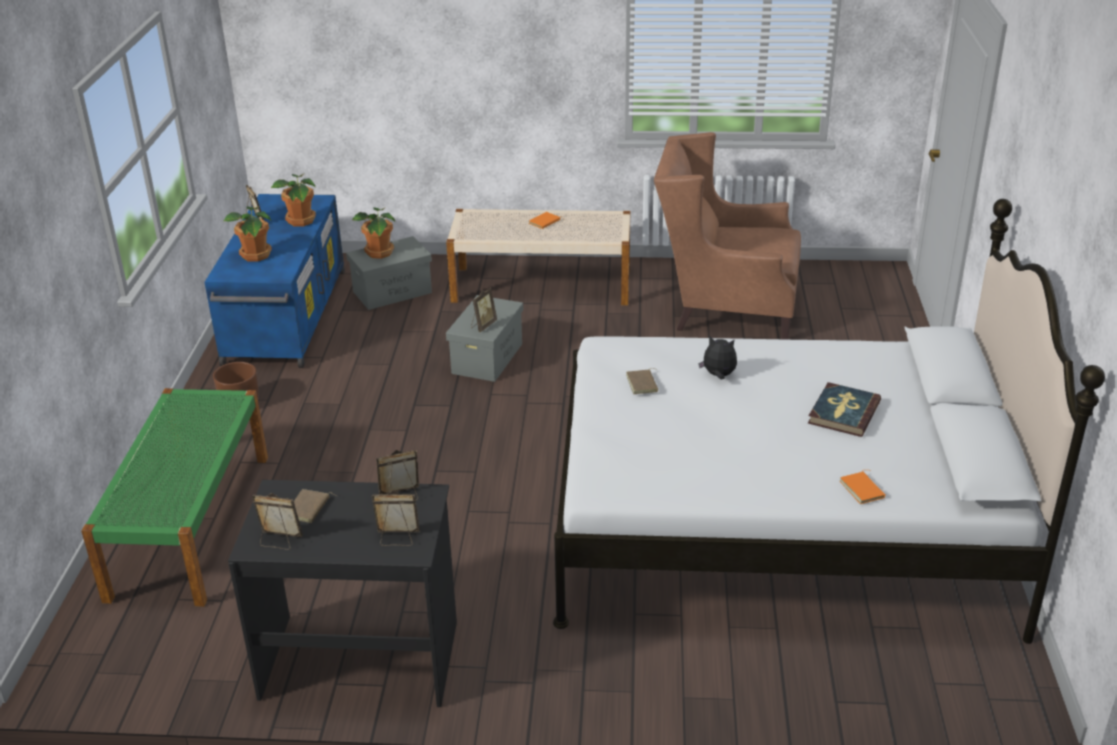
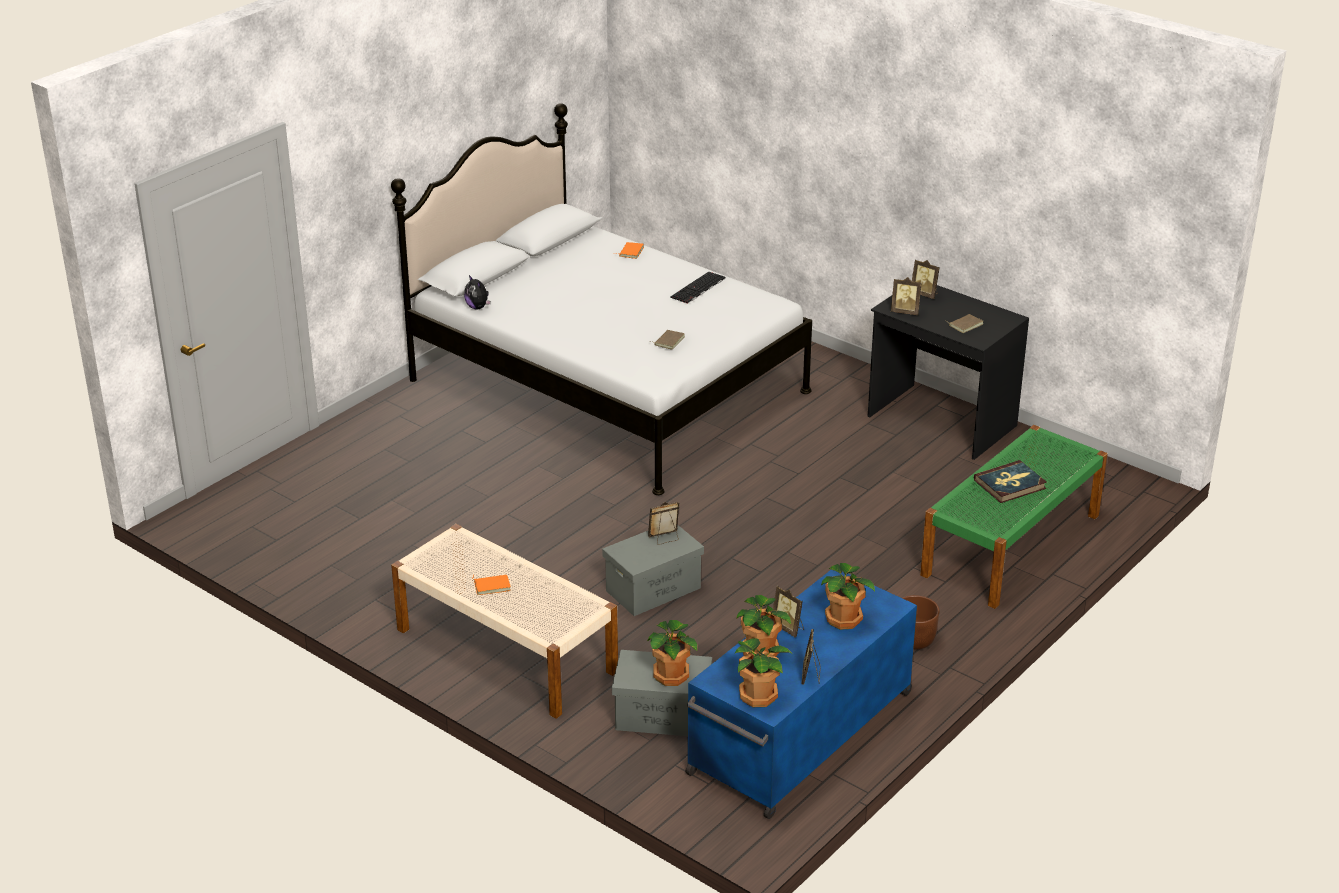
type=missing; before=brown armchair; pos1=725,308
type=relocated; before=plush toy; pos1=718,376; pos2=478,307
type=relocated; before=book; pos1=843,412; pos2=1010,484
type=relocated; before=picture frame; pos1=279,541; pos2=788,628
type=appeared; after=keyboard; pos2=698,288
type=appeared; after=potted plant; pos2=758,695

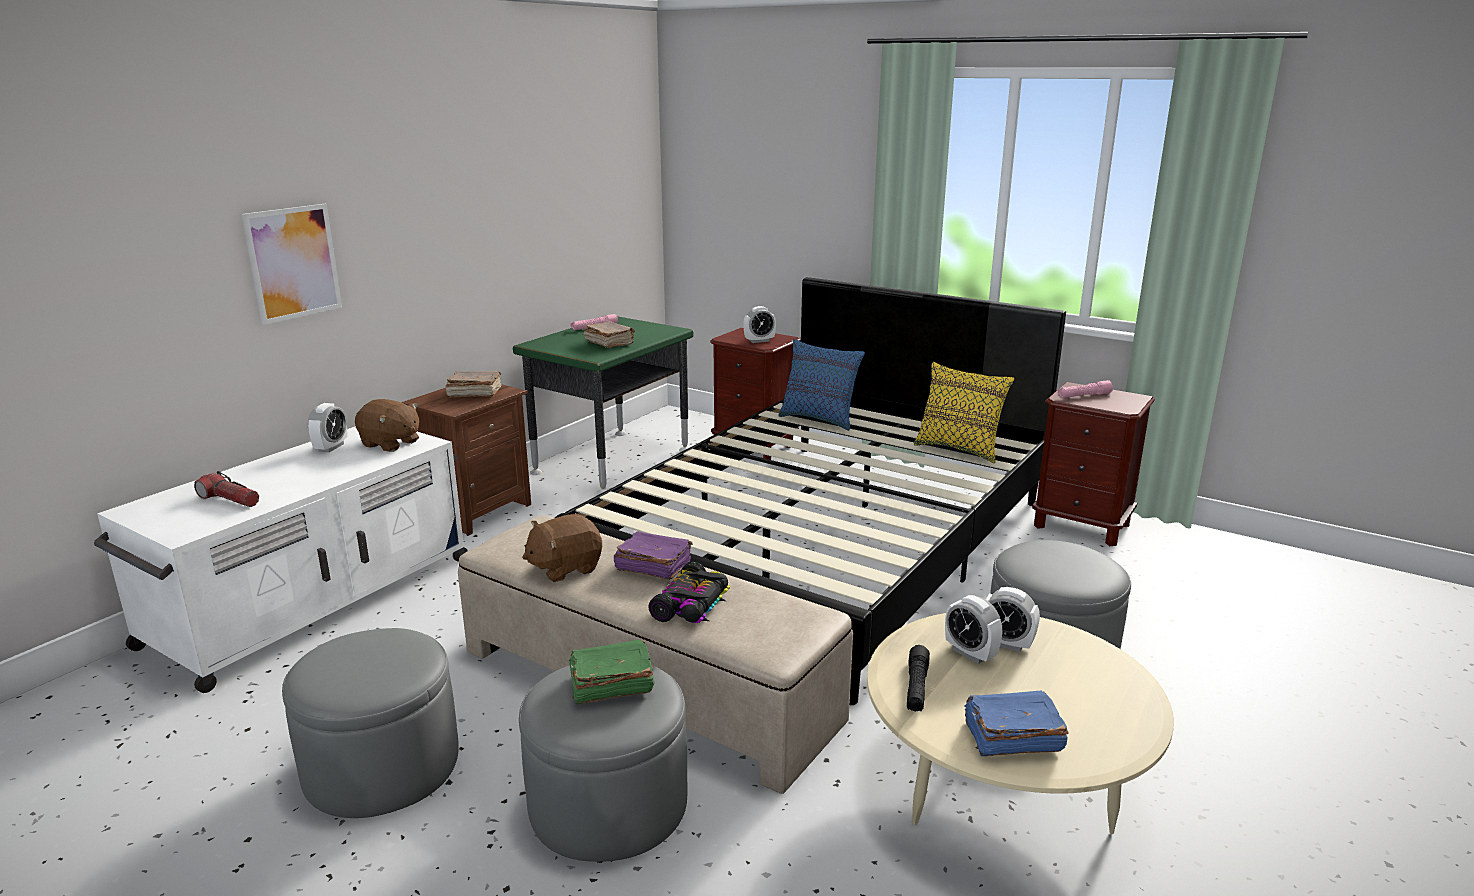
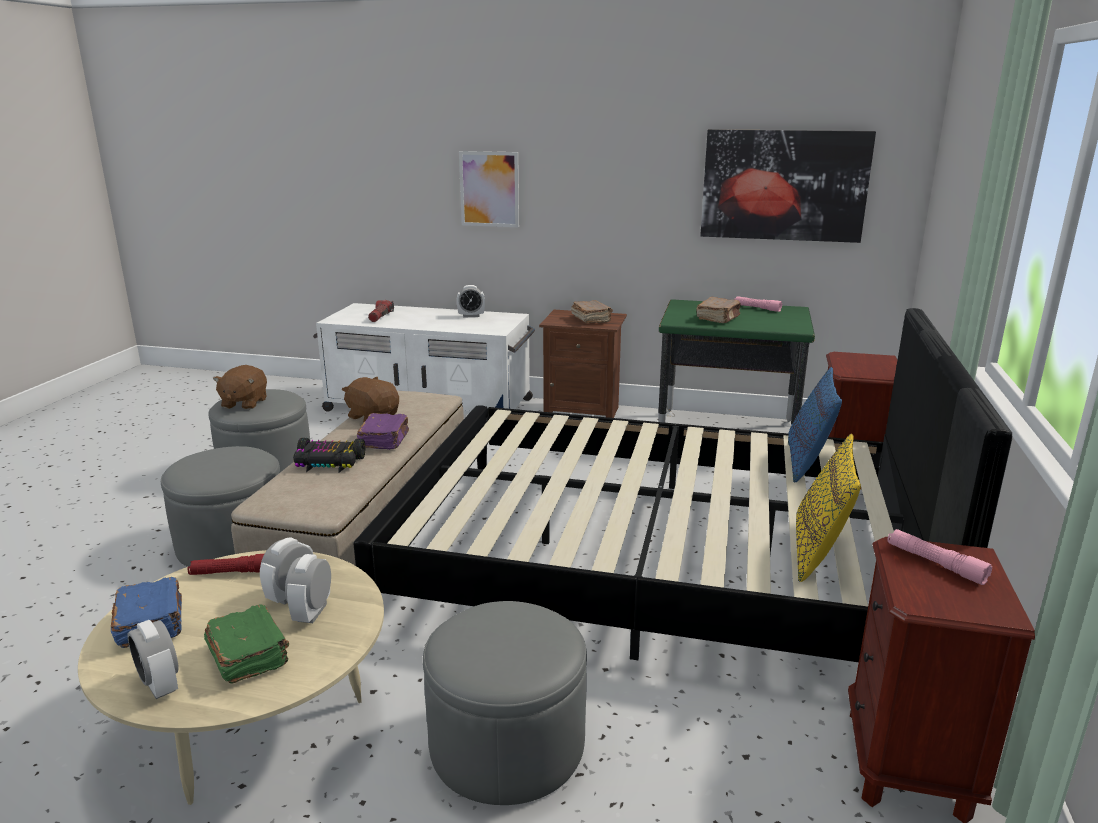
type=relocated; before=alarm clock; pos1=759,341; pos2=160,685
type=relocated; before=brown plush toy; pos1=390,443; pos2=244,403
type=relocated; before=green book; pos1=610,685; pos2=249,656
type=colour; before=black flashlight; after=red flashlight; pos1=916,687; pos2=233,572
type=appeared; after=picture; pos2=784,185

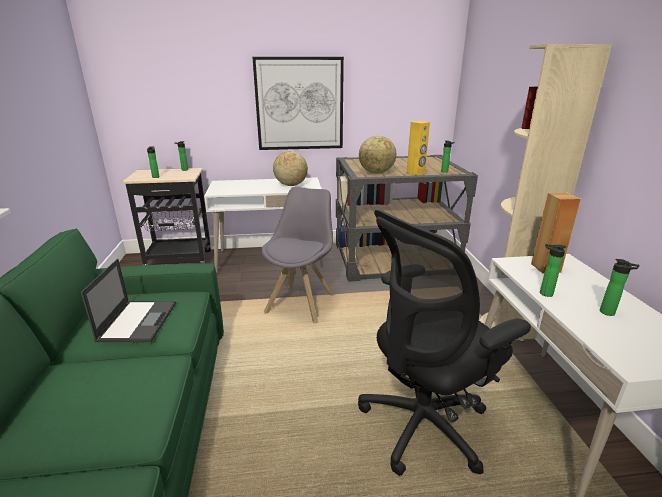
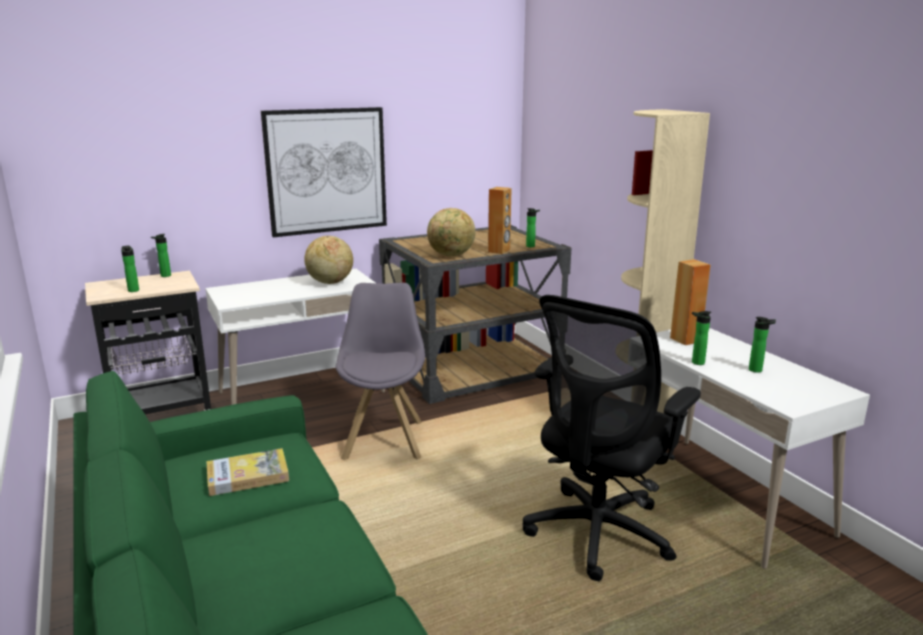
type=colour; before=yellow speaker; after=brown speaker; pos1=416,173; pos2=499,251
type=exchanged; before=laptop; after=book; pos1=138,321; pos2=247,475

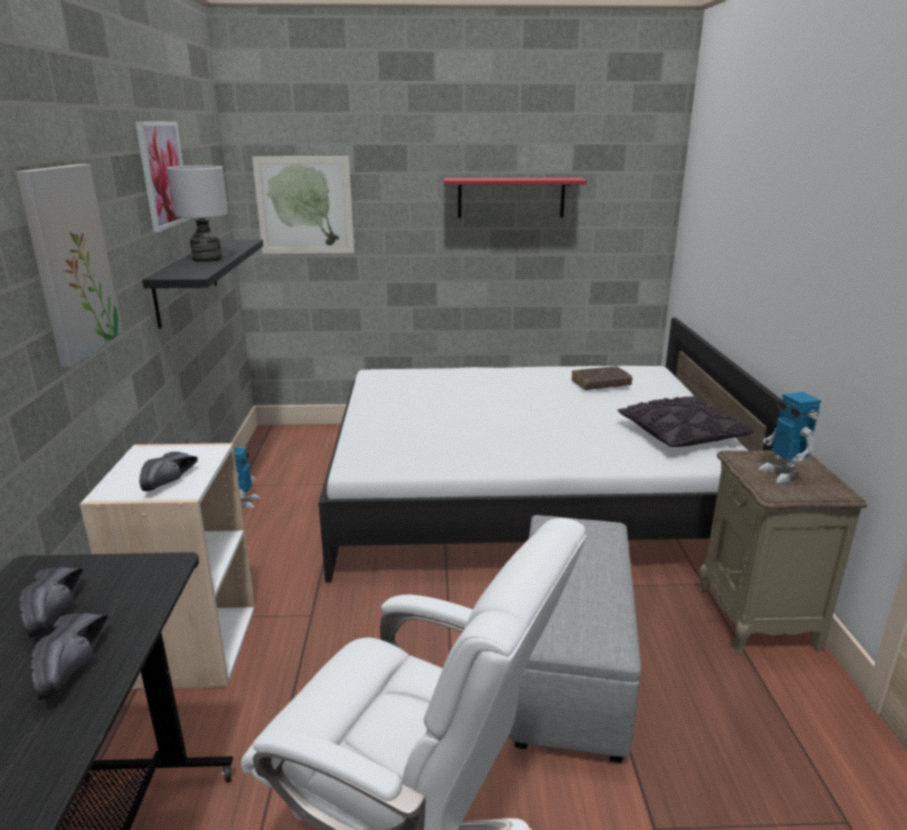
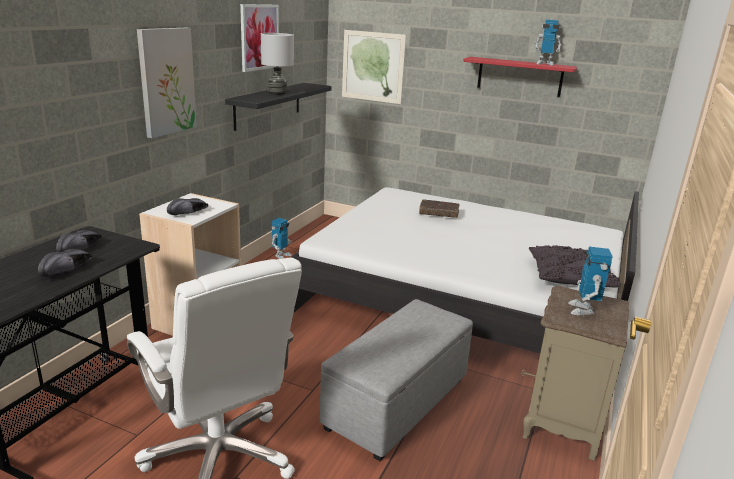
type=relocated; before=brown book; pos1=600,384; pos2=438,213
type=appeared; after=toy robot; pos2=544,64

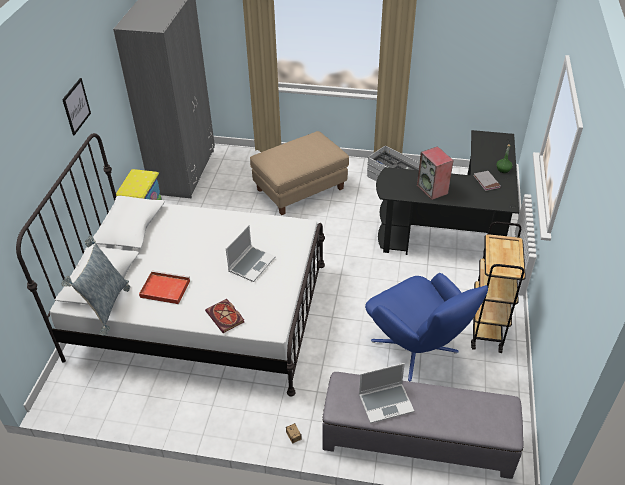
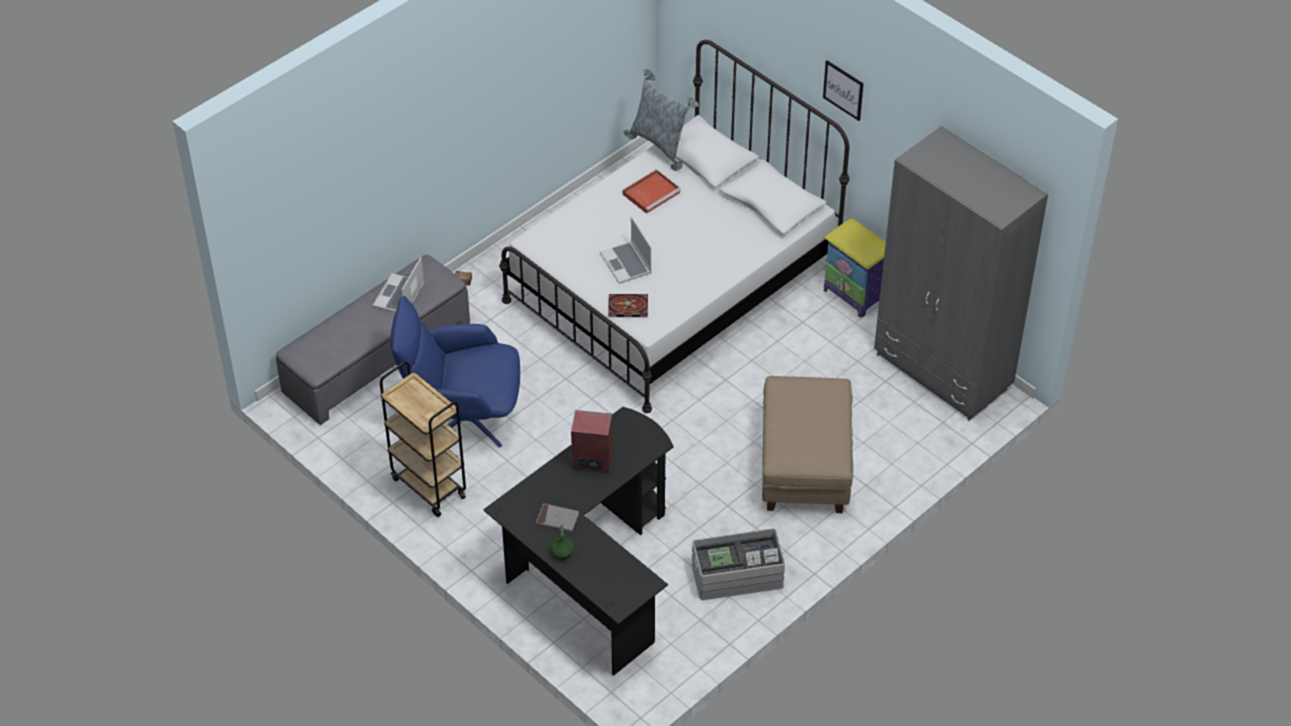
type=relocated; before=book; pos1=226,317; pos2=627,307

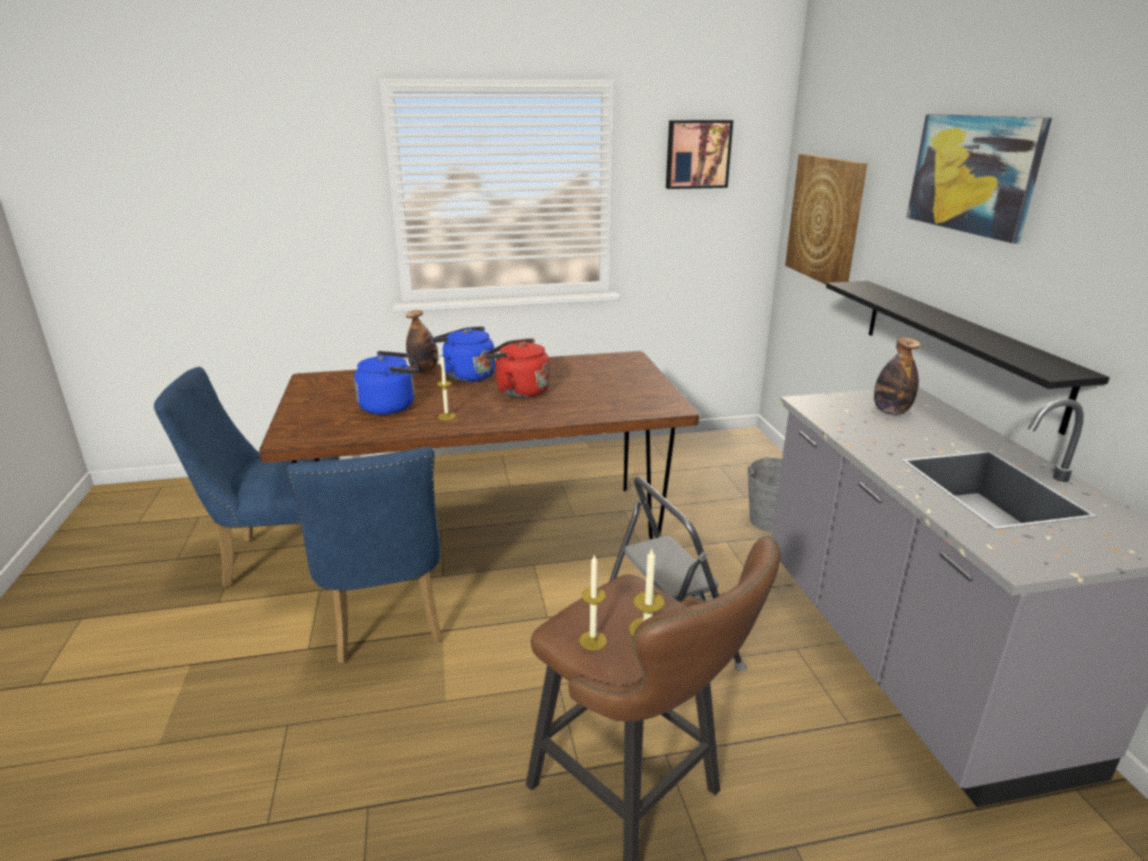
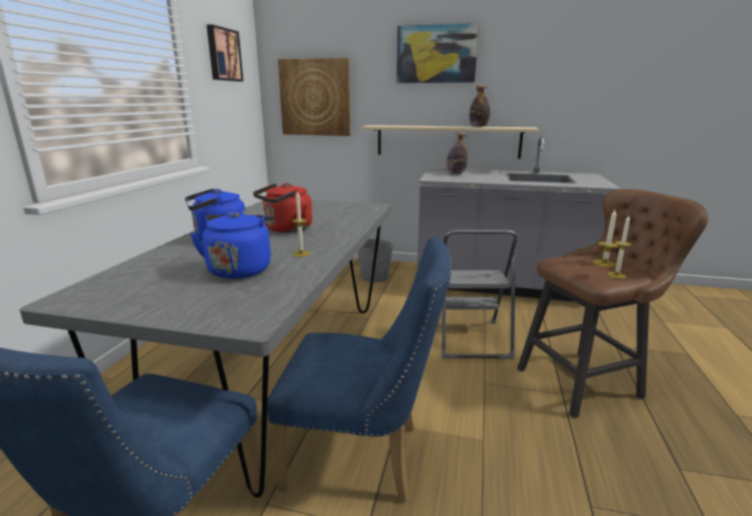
type=colour; before=black shelf; after=beige shelf; pos1=956,347; pos2=447,141
type=relocated; before=bottle; pos1=424,370; pos2=478,126
type=colour; before=brown dining table; after=grey dining table; pos1=489,532; pos2=280,371

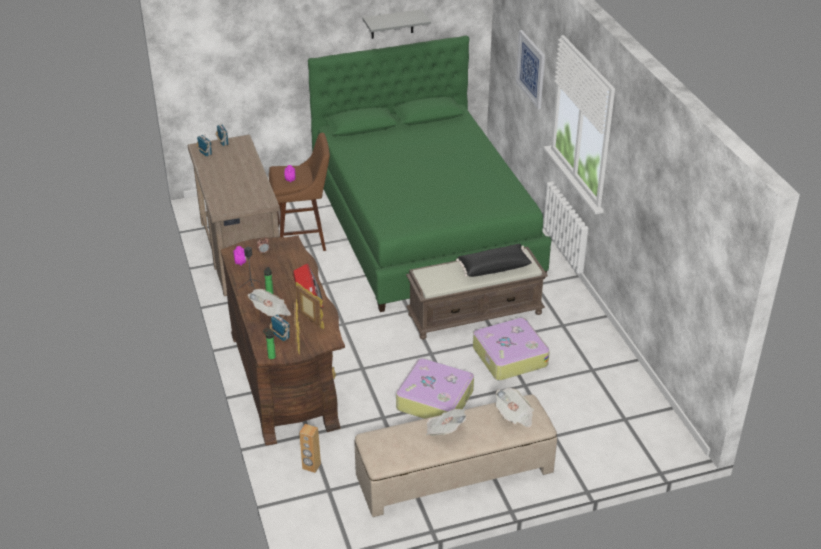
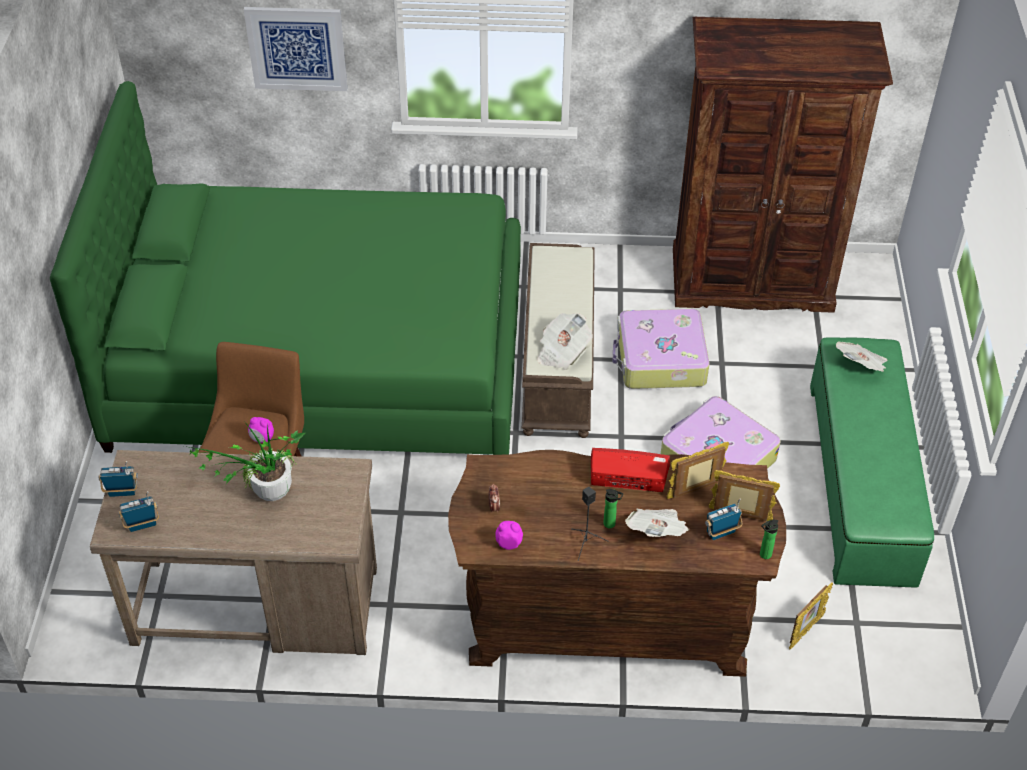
type=missing; before=grey shelf; pos1=392,24
type=missing; before=black pillow; pos1=494,267
type=colour; before=beige bench; after=green bench; pos1=454,474; pos2=862,482
type=relocated; before=newspaper; pos1=444,430; pos2=562,352
type=exchanged; before=brown speaker; after=picture frame; pos1=311,466; pos2=805,631
type=appeared; after=brown wardrobe; pos2=752,280
type=appeared; after=potted plant; pos2=264,495

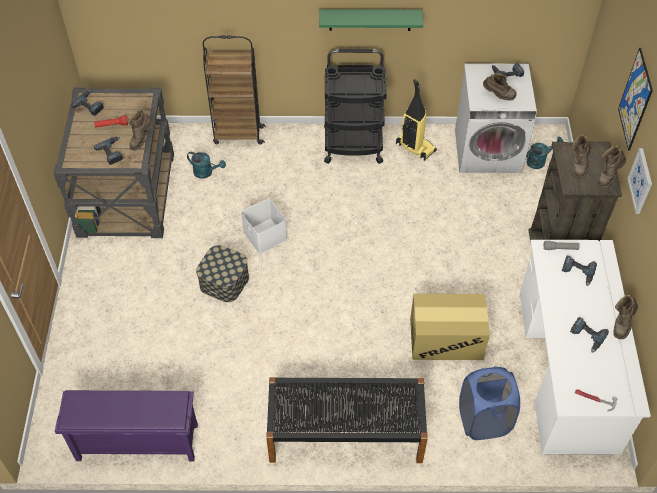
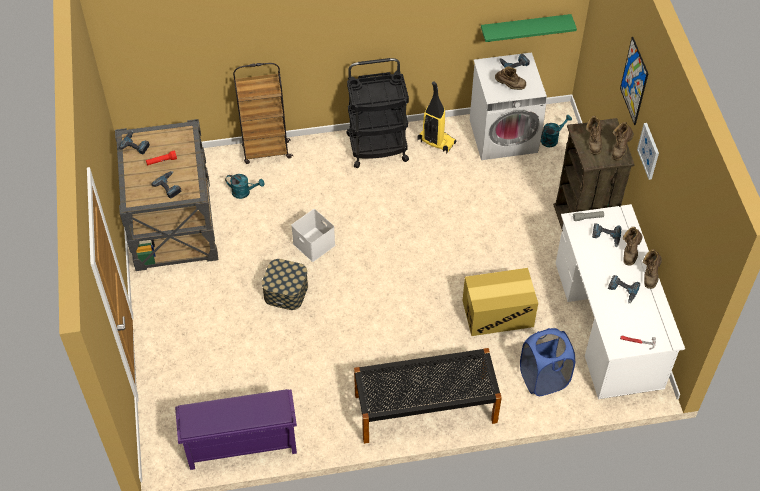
type=relocated; before=green shelf; pos1=370,19; pos2=525,28
type=relocated; before=brown boot; pos1=142,139; pos2=630,252

